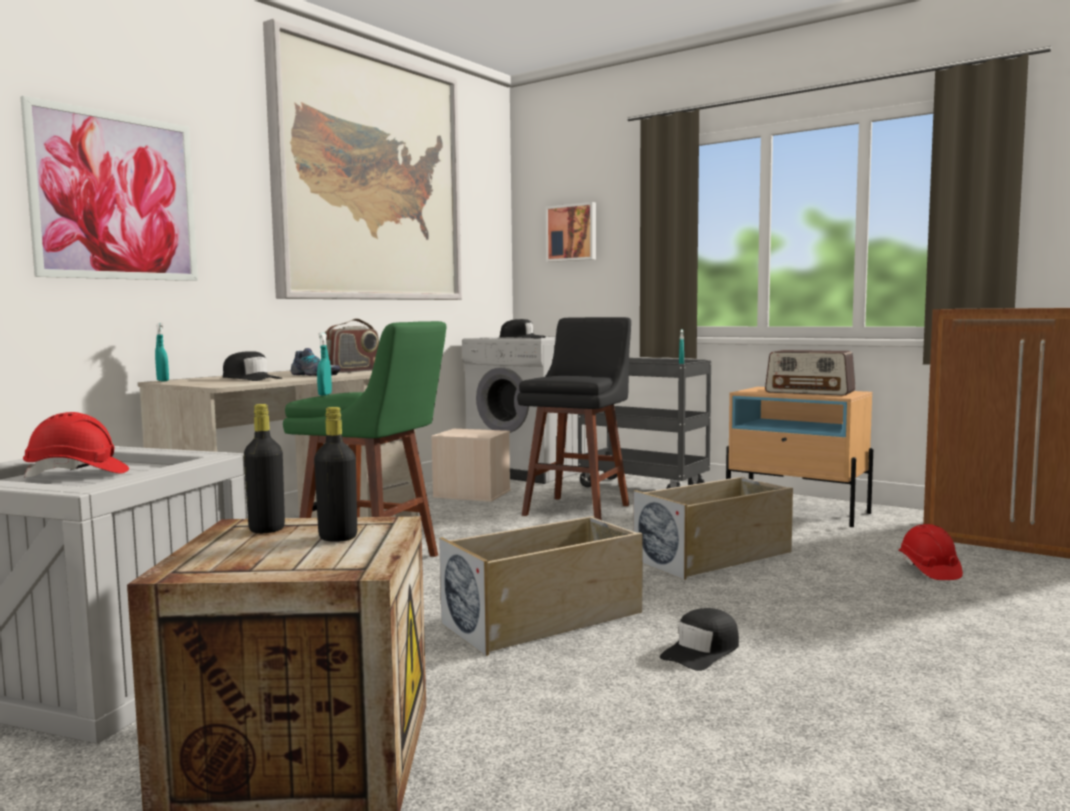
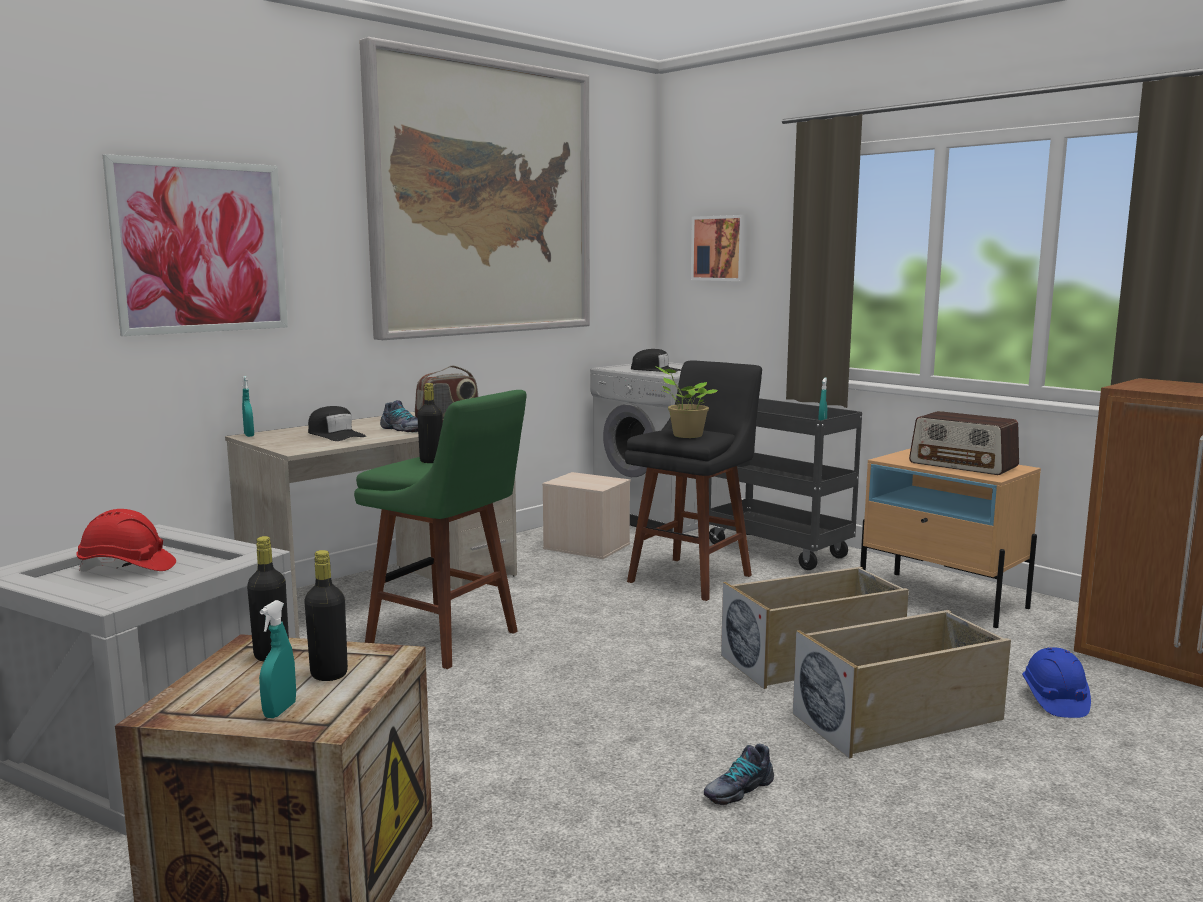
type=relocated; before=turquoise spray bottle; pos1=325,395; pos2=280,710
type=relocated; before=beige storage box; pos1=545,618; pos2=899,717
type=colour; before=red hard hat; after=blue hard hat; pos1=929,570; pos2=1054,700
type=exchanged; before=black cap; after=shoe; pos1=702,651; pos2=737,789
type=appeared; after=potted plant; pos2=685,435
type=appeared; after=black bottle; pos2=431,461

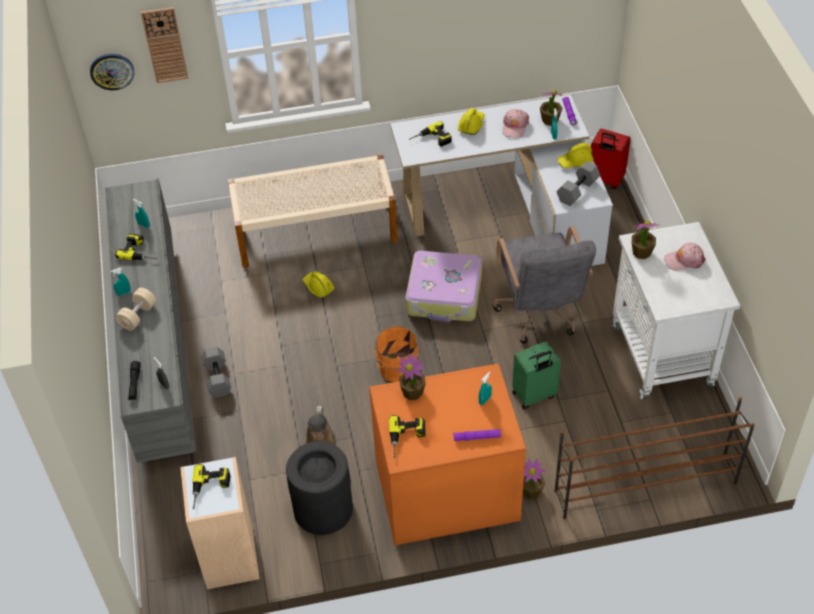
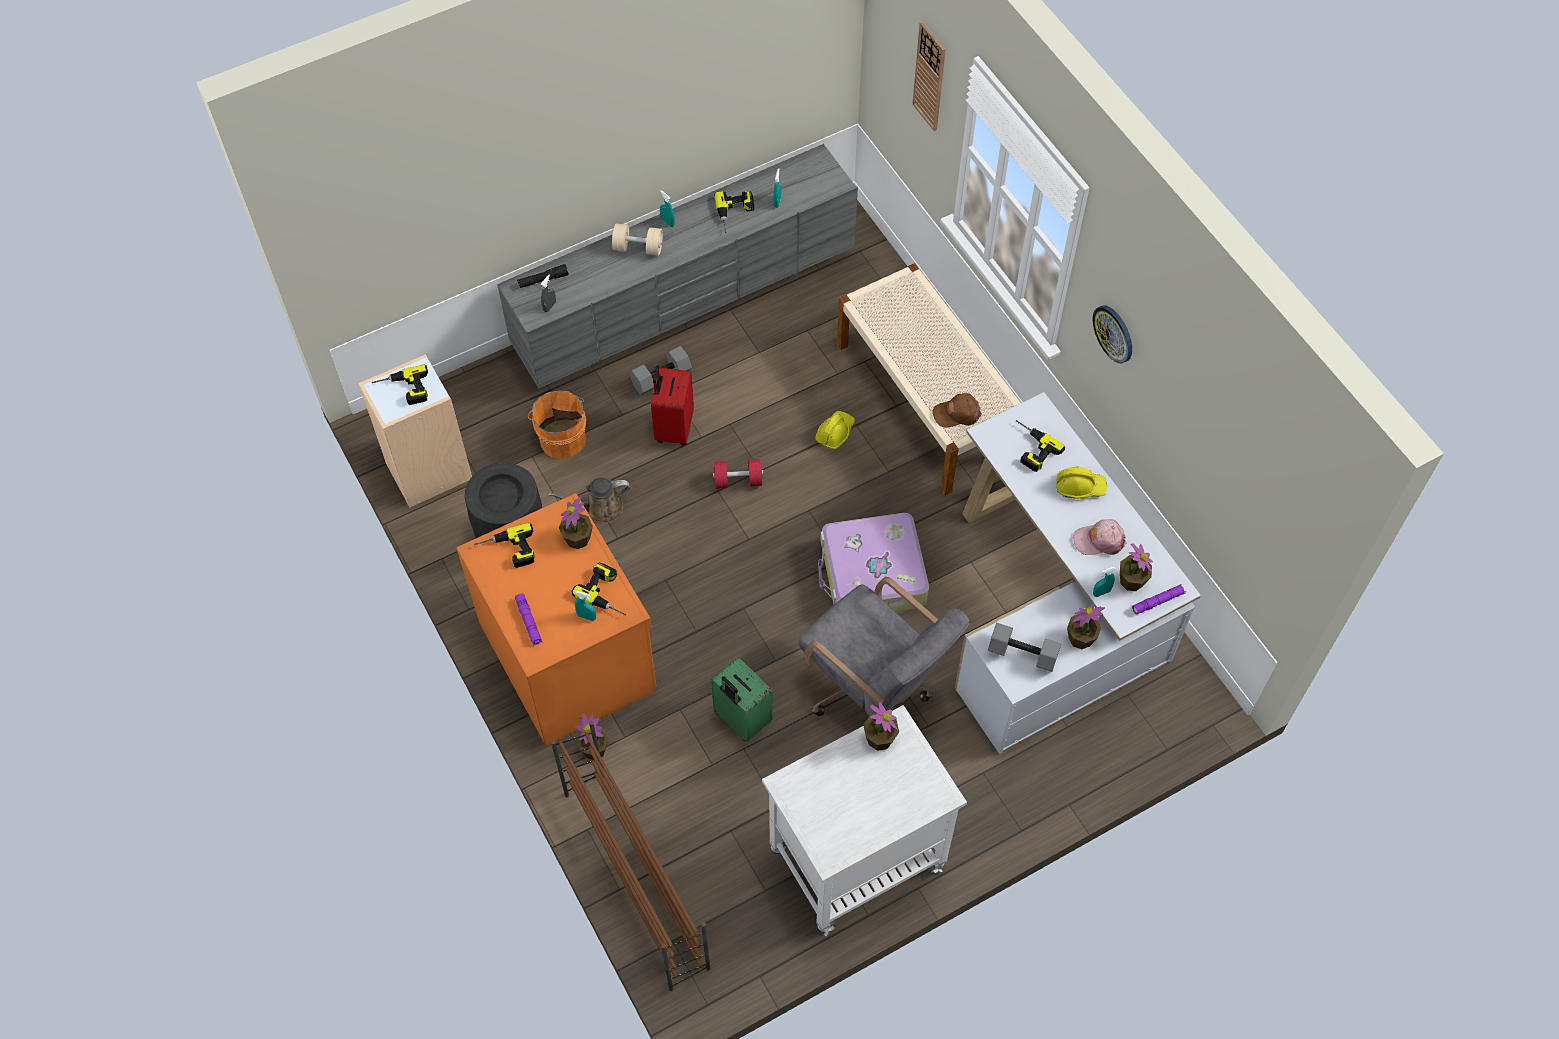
type=relocated; before=wall clock; pos1=112,71; pos2=1114,333
type=relocated; before=red suitcase; pos1=605,180; pos2=673,428
type=exchanged; before=yellow hard hat; after=potted plant; pos1=575,161; pos2=1080,638
type=spun; before=grey office chair; pos1=539,317; pos2=874,695; turn=-105
type=missing; before=pink cap; pos1=684,260
type=relocated; before=orange bucket; pos1=396,367; pos2=562,437
type=appeared; after=brown cap; pos2=957,413
type=appeared; after=red dumbbell; pos2=738,480
type=appeared; after=power drill; pos2=608,593

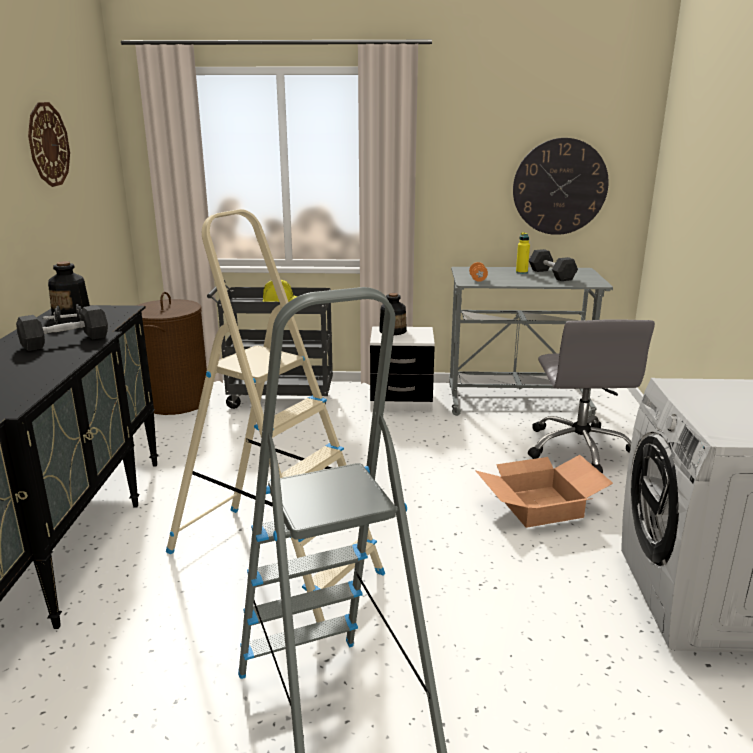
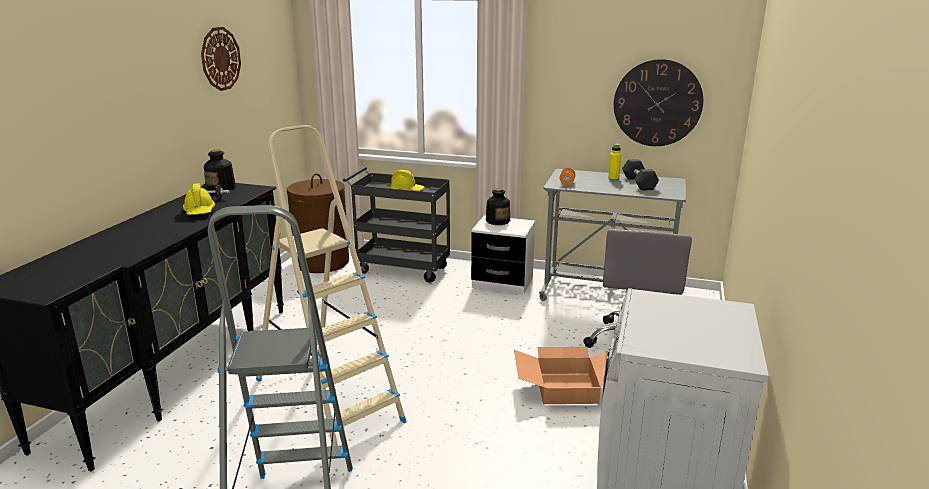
type=exchanged; before=black dumbbell; after=yellow hard hat; pos1=65,341; pos2=200,211

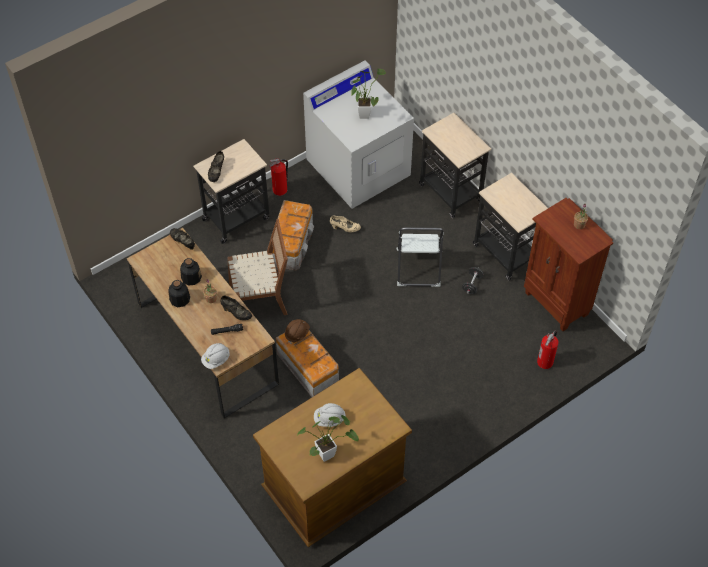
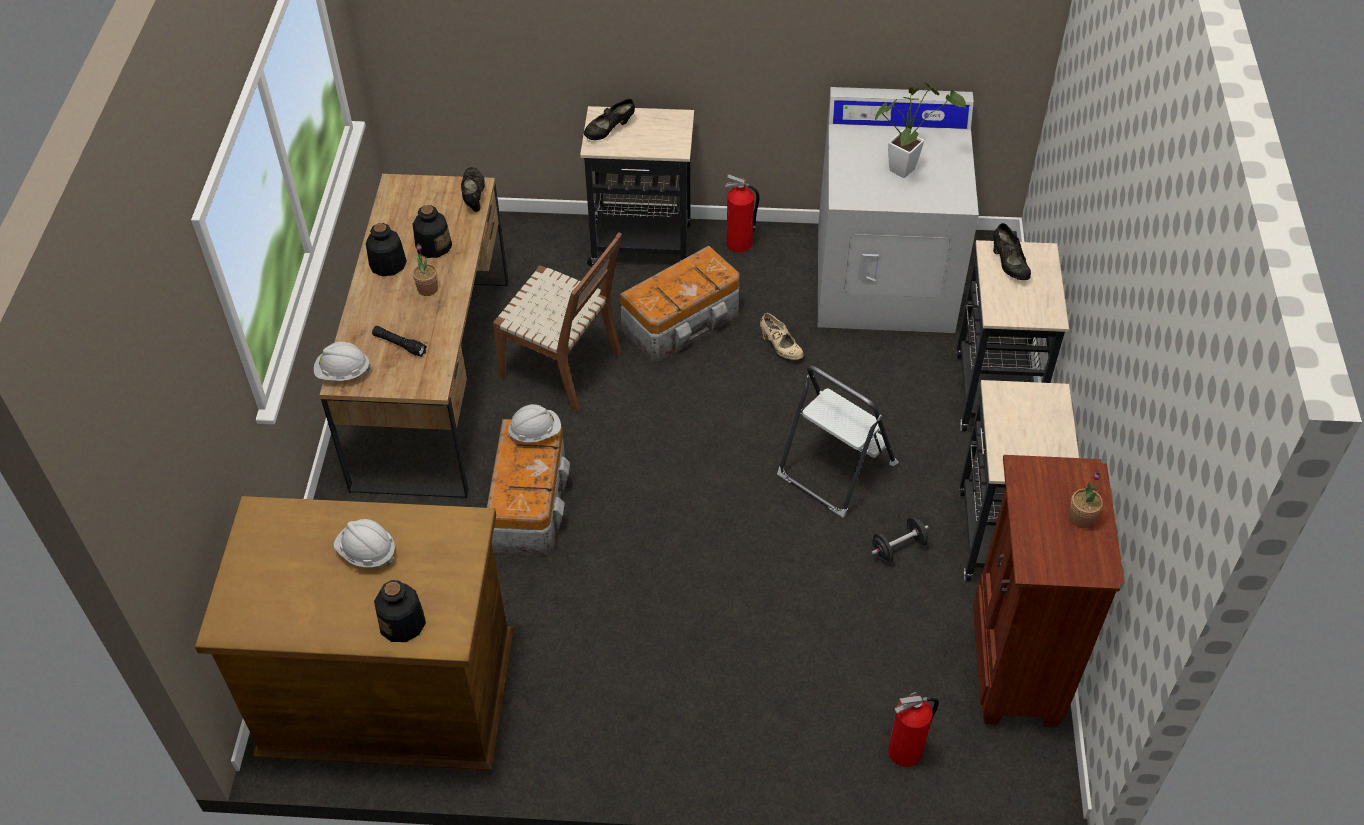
type=relocated; before=black shoe; pos1=236,313; pos2=1008,265
type=colour; before=brown hard hat; after=white hard hat; pos1=297,333; pos2=535,432
type=missing; before=potted plant; pos1=329,453
type=appeared; after=bottle; pos2=403,623

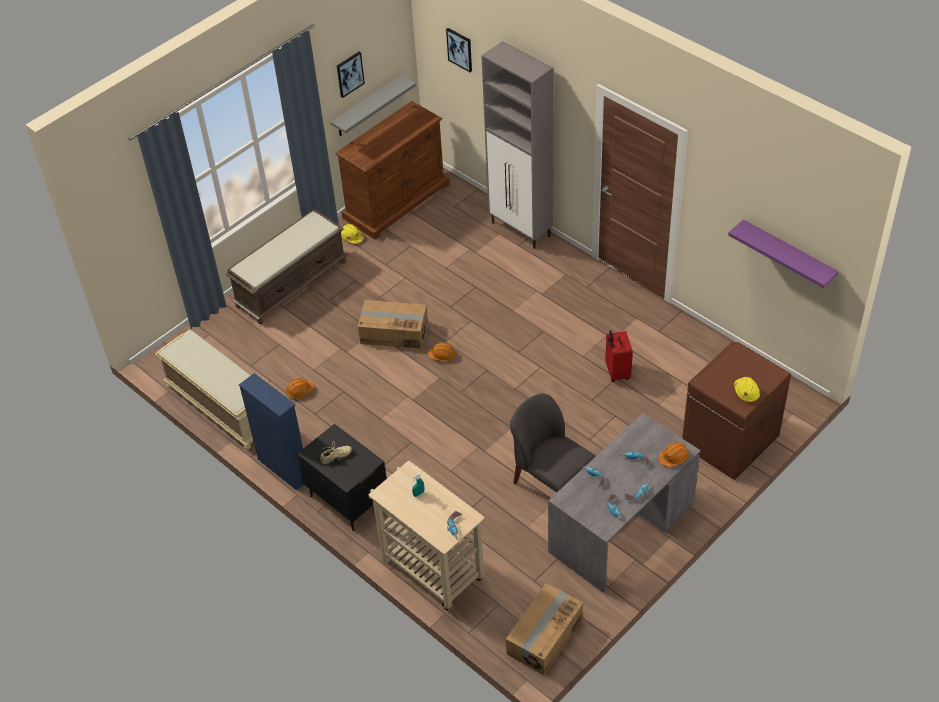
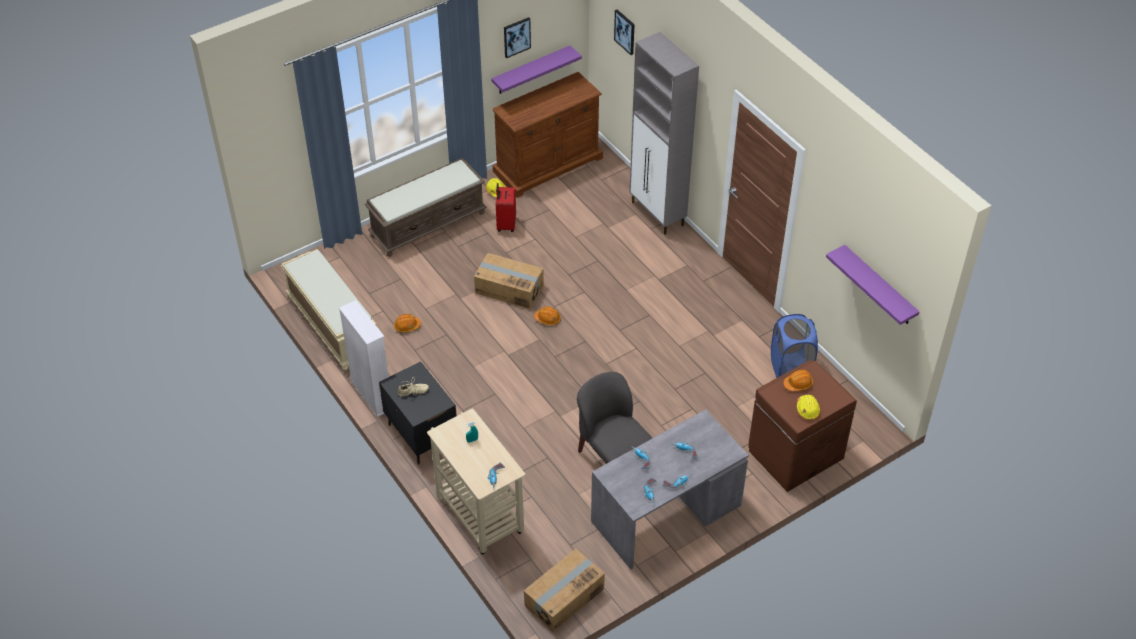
type=colour; before=grey shelf; after=purple shelf; pos1=367,107; pos2=531,70
type=relocated; before=red suitcase; pos1=616,372; pos2=505,224
type=colour; before=blue bookcase; after=white bookcase; pos1=283,469; pos2=372,394
type=relocated; before=orange hard hat; pos1=673,458; pos2=798,384
type=appeared; after=blue laundry basket; pos2=790,368

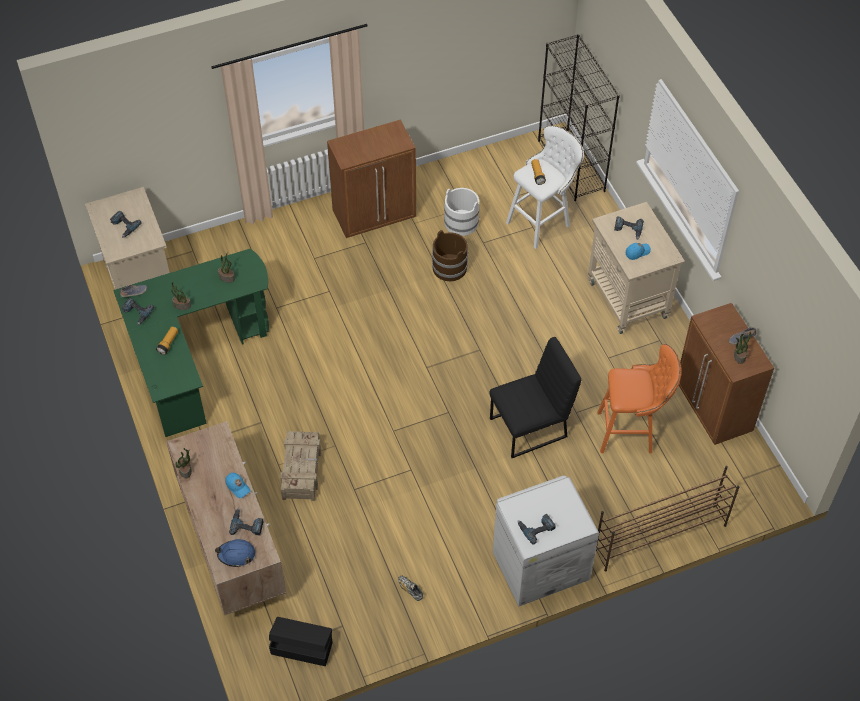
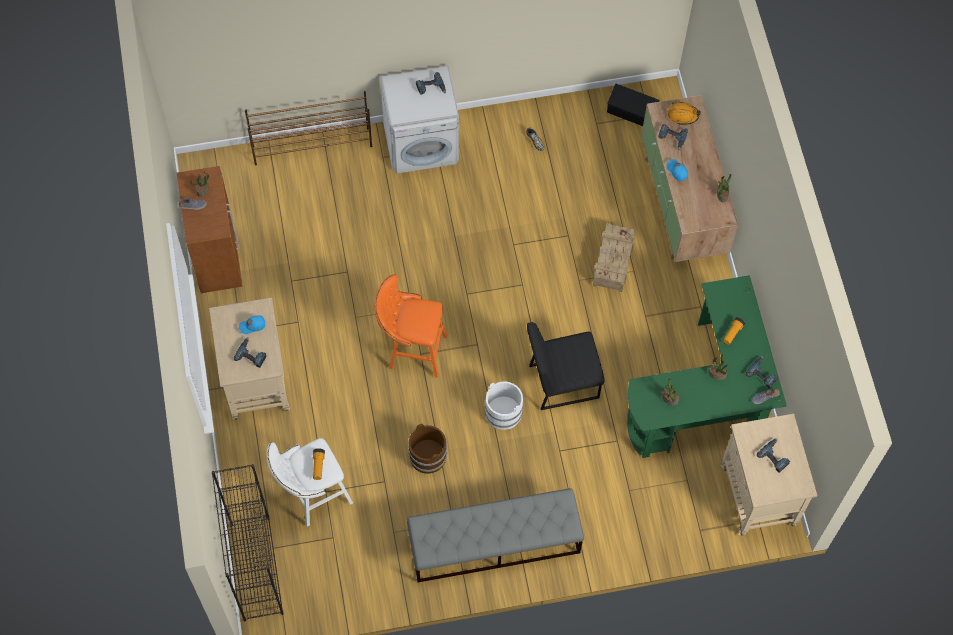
type=exchanged; before=brown cabinet; after=grey bench; pos1=375,213; pos2=493,544
type=relocated; before=white bucket; pos1=461,222; pos2=503,412
type=relocated; before=black chair; pos1=530,427; pos2=561,381
type=relocated; before=orange stool; pos1=632,432; pos2=410,350
type=colour; before=blue hard hat; after=orange hard hat; pos1=236,554; pos2=683,115

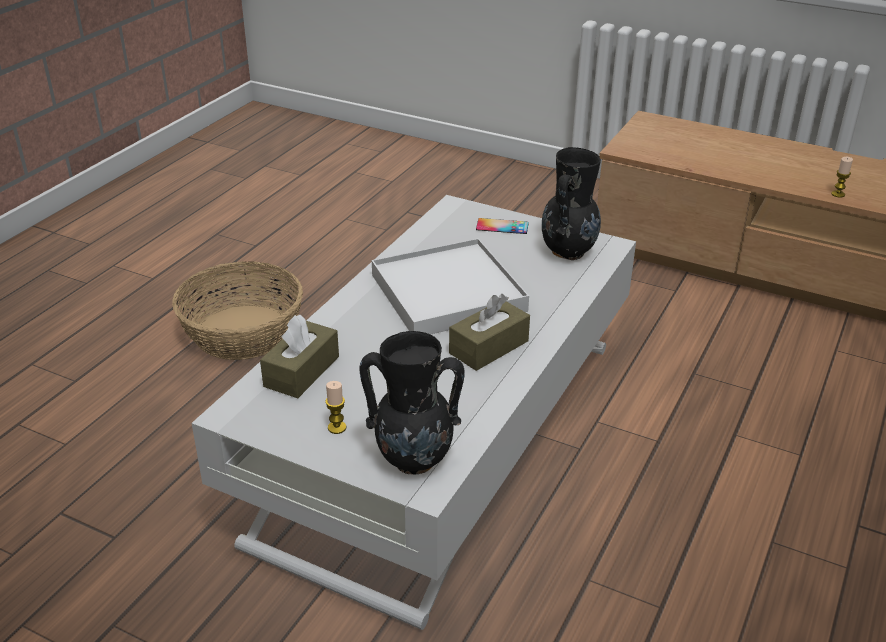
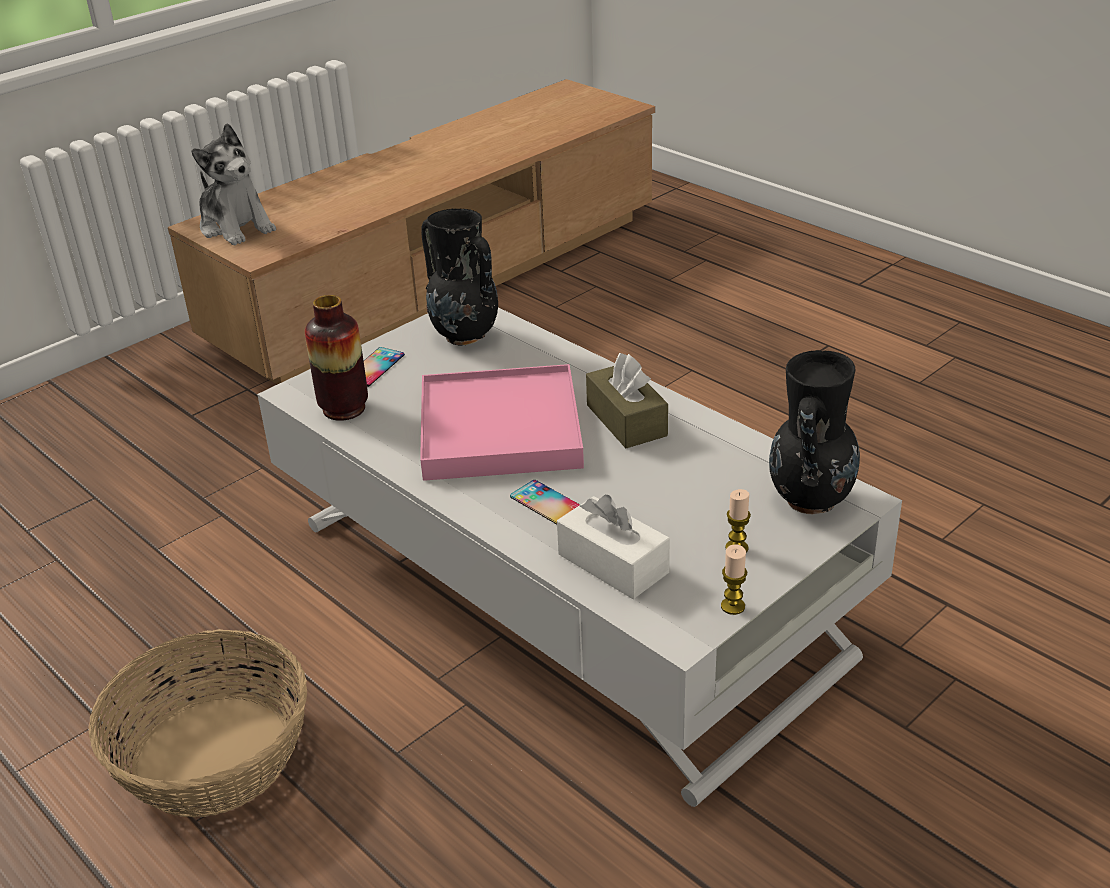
type=relocated; before=candle; pos1=838,194; pos2=733,606
type=colour; before=white tray; after=pink tray; pos1=448,293; pos2=500,429
type=colour; before=brown tissue box; after=white tissue box; pos1=302,371; pos2=613,563
type=appeared; after=plush toy; pos2=236,227
type=appeared; after=vase; pos2=344,409
type=appeared; after=phone; pos2=549,504

